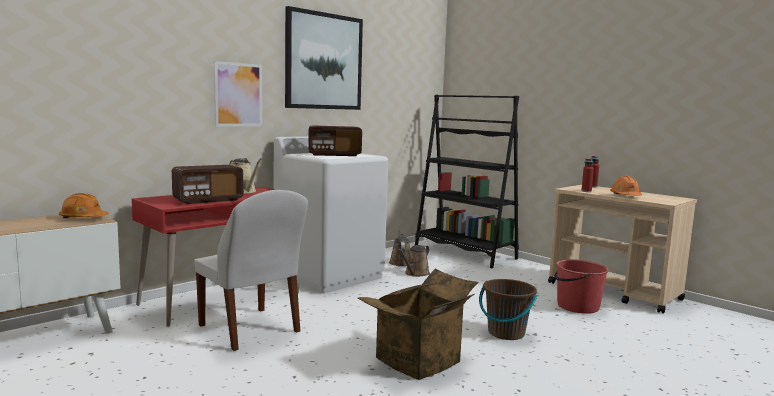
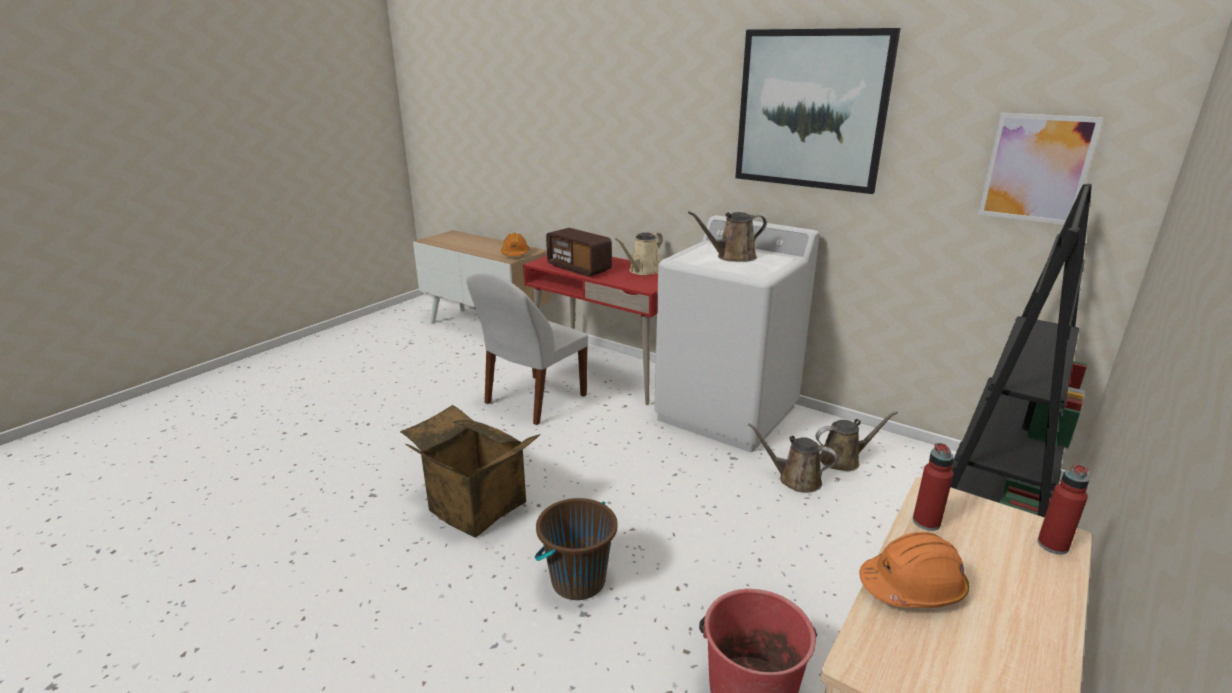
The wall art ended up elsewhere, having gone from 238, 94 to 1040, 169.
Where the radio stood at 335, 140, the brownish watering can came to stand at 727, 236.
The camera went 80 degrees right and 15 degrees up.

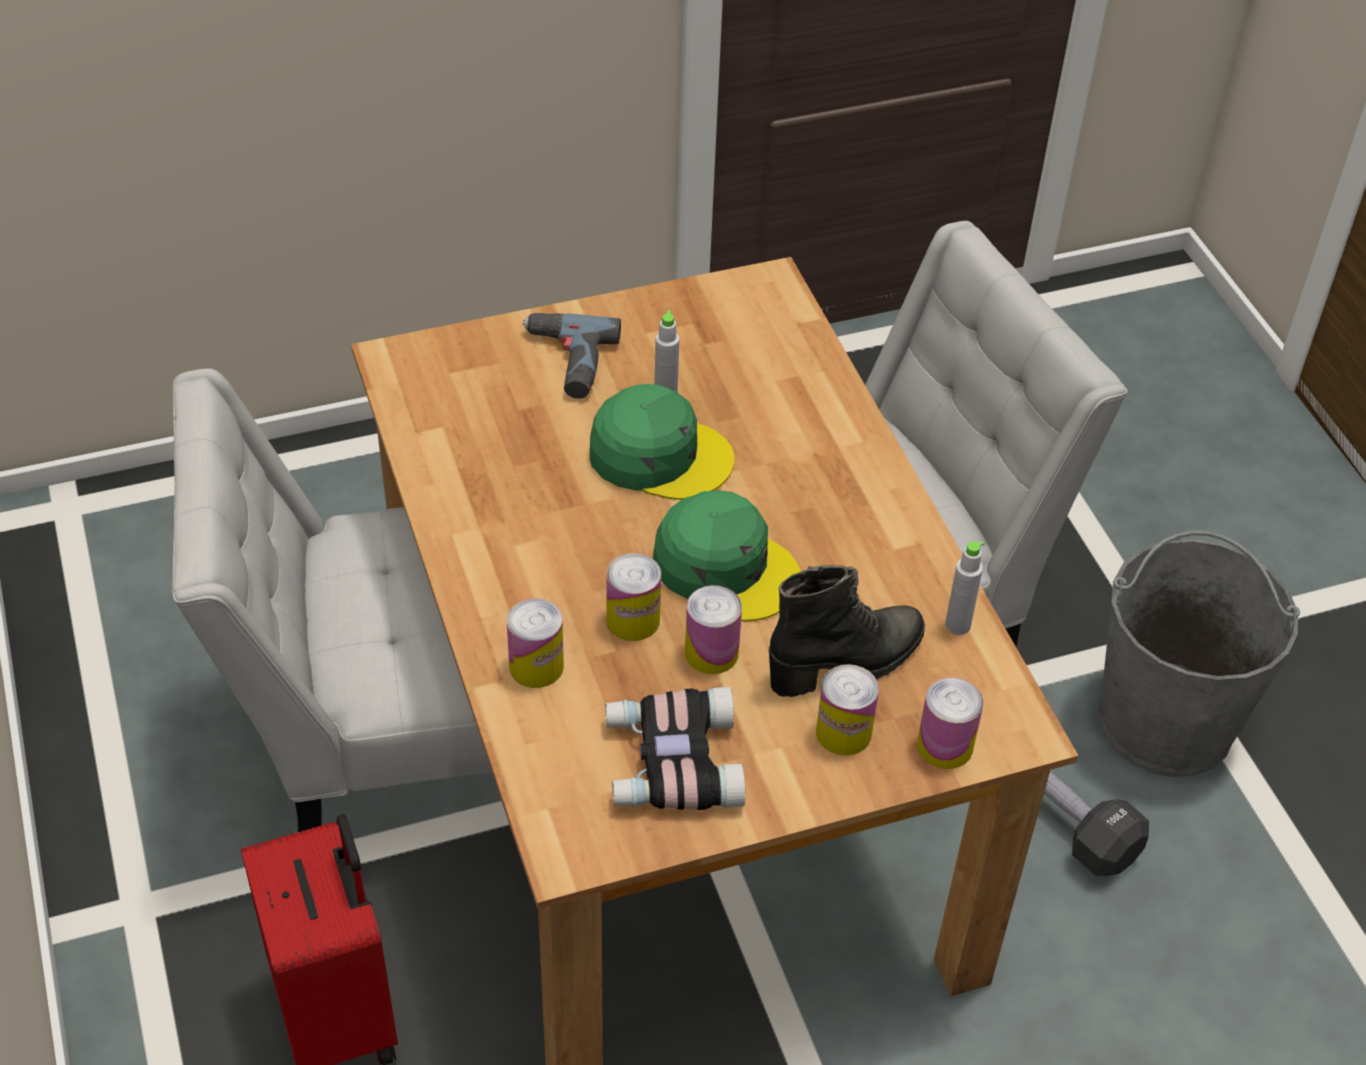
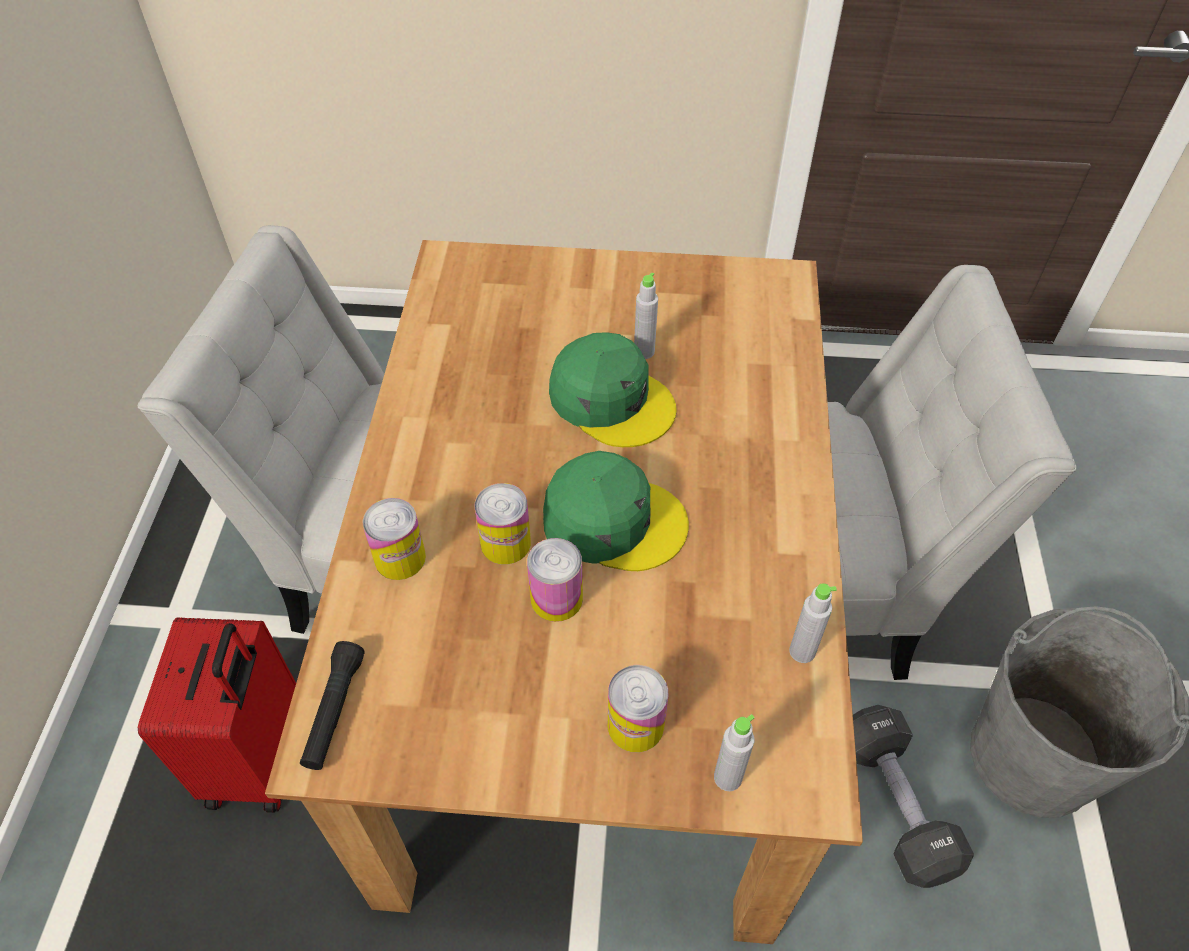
The second view lost the electric drill at 572, 356.
The second view lost the pair of binoculars at 675, 748.
The second view lost the blackish tall boot at 847, 631.
The second view gained the blackish torch at 332, 705.
Where the can stood at 950, 723, the gray bottle came to stand at 734, 752.
The green cap at 727, 555 ended up facing another way, 45 degrees counterclockwise from before.
The camera went 25 degrees right and 5 degrees up.

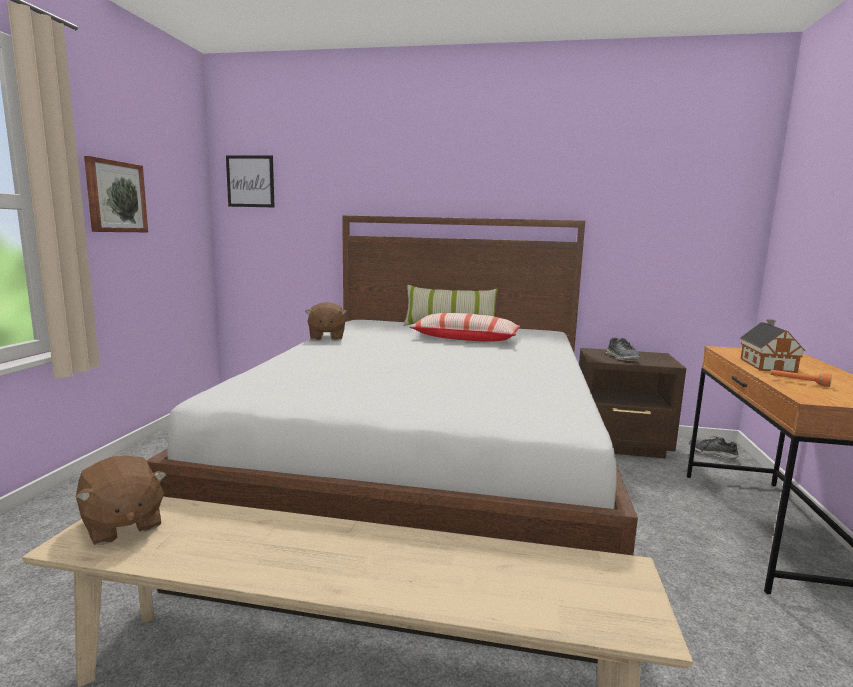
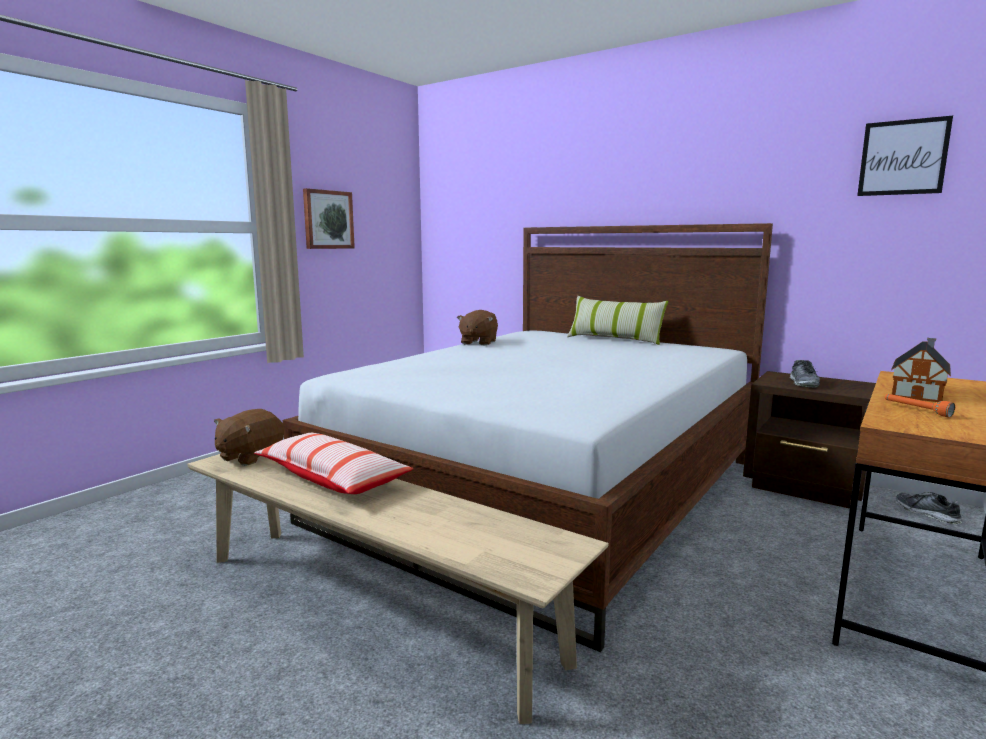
The wall art ended up elsewhere, having gone from 250, 181 to 905, 156.
The cushion ended up elsewhere, having gone from 465, 327 to 333, 463.
The brownish cuddly toy at 121, 500 ended up facing another way, 45 degrees clockwise from before.
The camera went 25 degrees right and 0 degrees up.

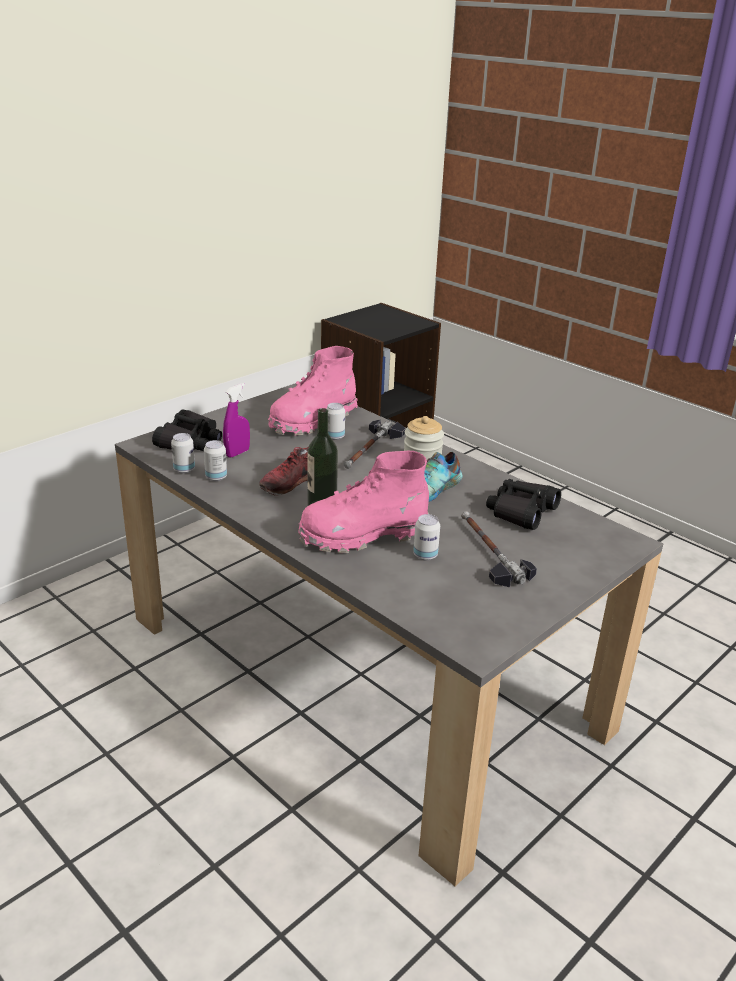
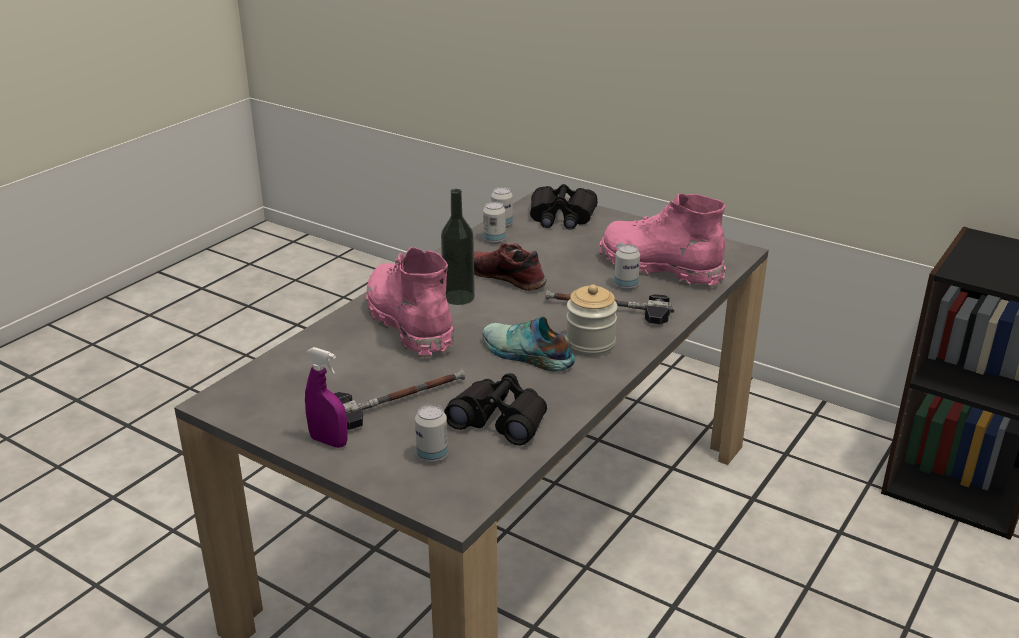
The purple sprayer ended up elsewhere, having gone from 236, 420 to 326, 397.
The can ended up elsewhere, having gone from 426, 537 to 431, 433.
The camera went 80 degrees right and 0 degrees up.

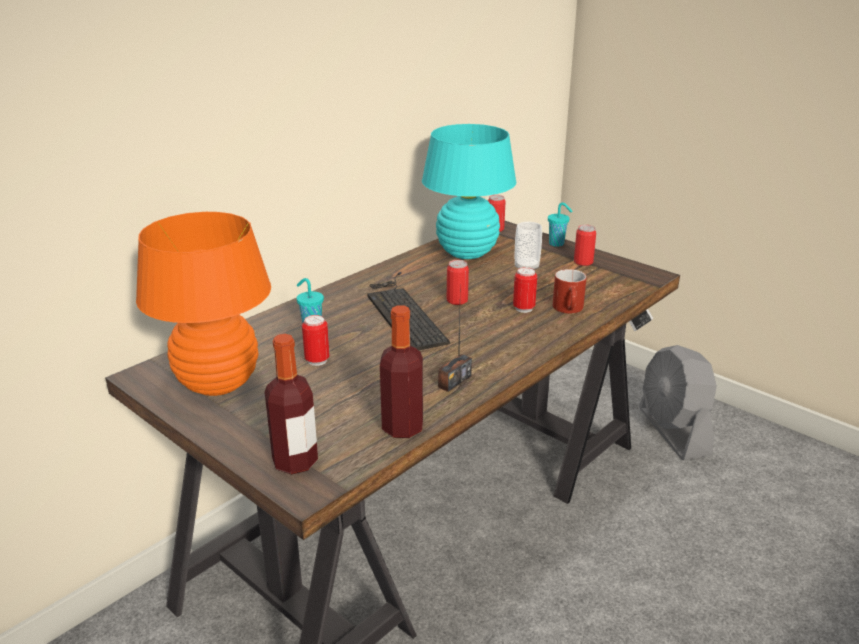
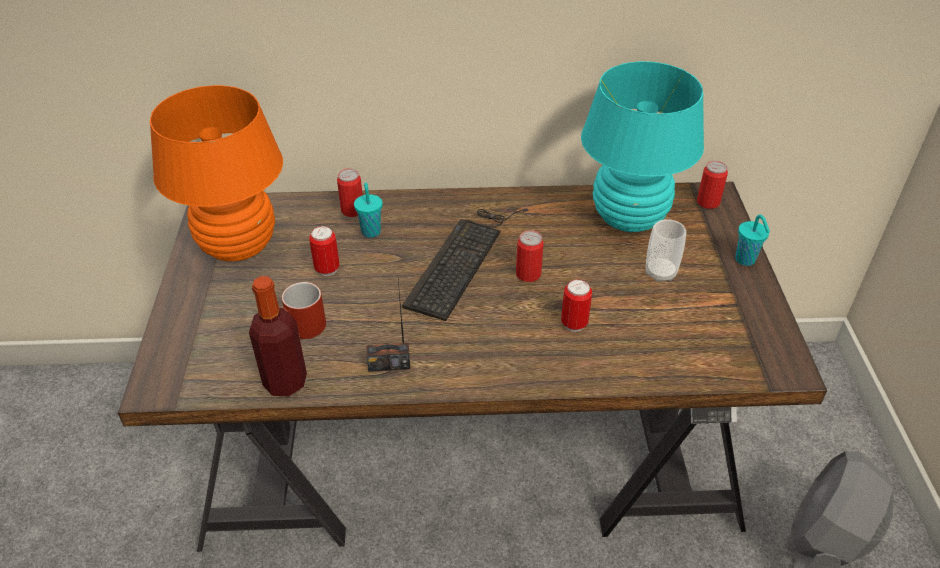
The second view lost the bottle at 291, 404.
The reddish mug ended up elsewhere, having gone from 570, 291 to 304, 310.
The can ended up elsewhere, having gone from 585, 245 to 350, 192.
The camera went 45 degrees right and 15 degrees up.

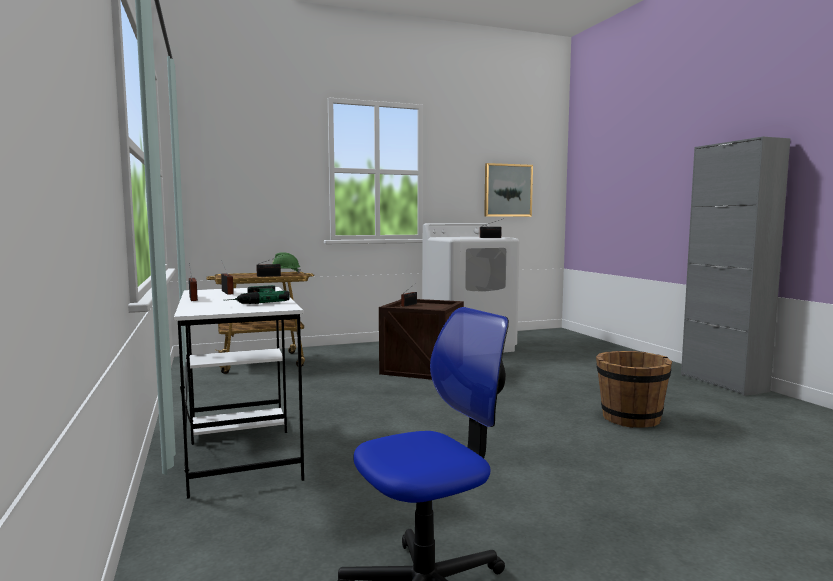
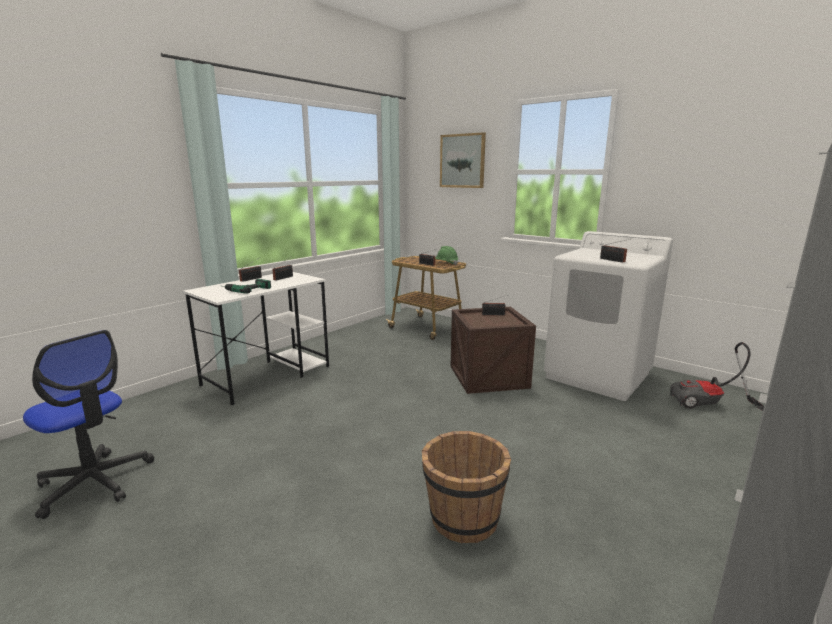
The second view gained the hoover at 717, 376.
The wall art ended up elsewhere, having gone from 508, 190 to 463, 160.
The camera went 60 degrees right and 10 degrees up.

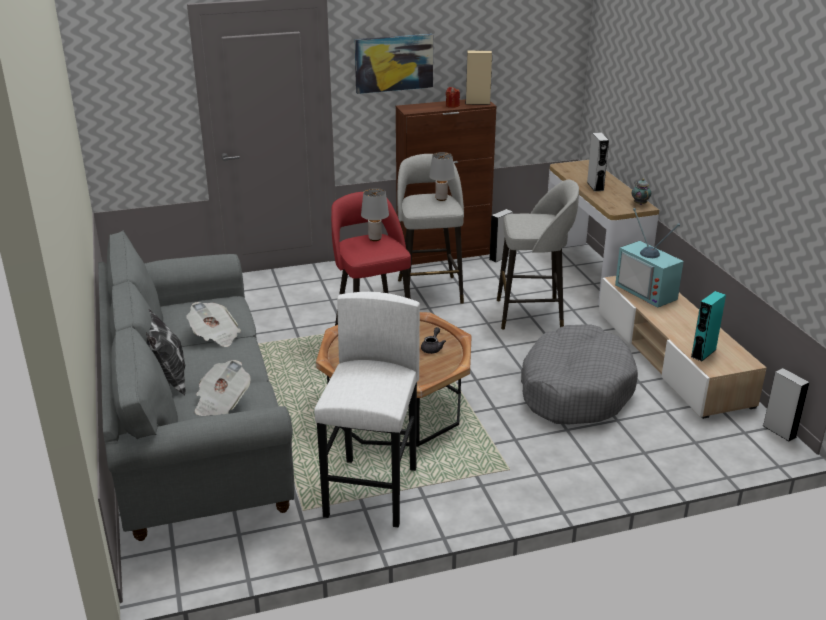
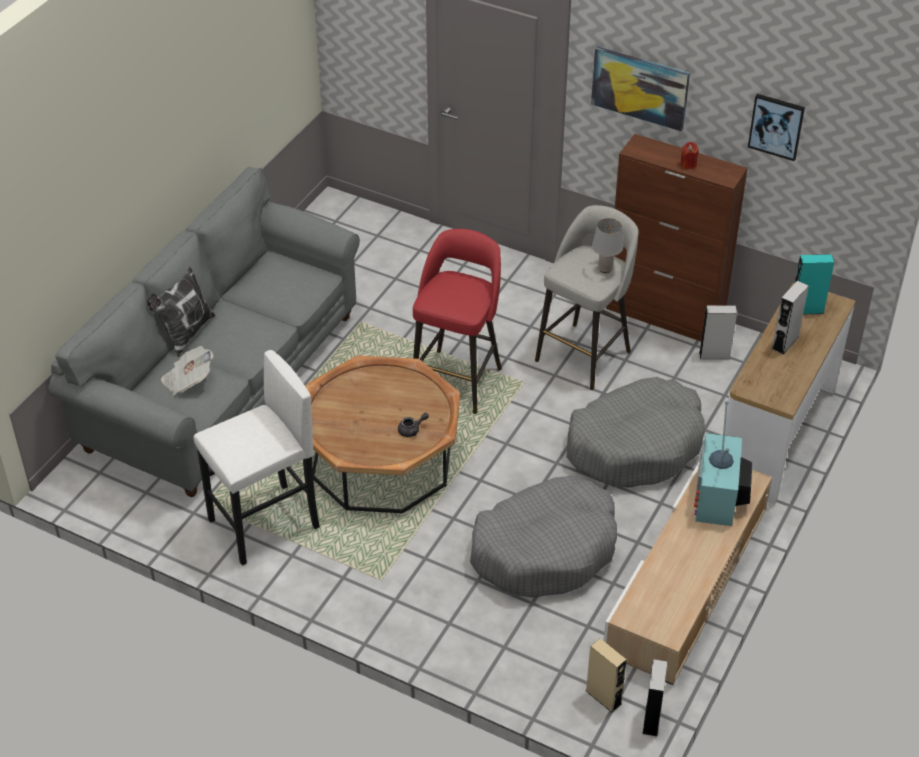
The second view lost the printed paper at 213, 324.
The second view lost the gray lamp for a table at 375, 214.
The second view lost the tea pot at 641, 191.
The second view gained the wall art at 776, 127.
The beige loudspeaker ended up elsewhere, having gone from 478, 78 to 606, 675.
The blue-green loudspeaker ended up elsewhere, having gone from 708, 326 to 814, 284.
Where the gray stool seat stood at 538, 255, the gray dog bed came to stand at 635, 432.
The camera went 45 degrees right and 15 degrees up.

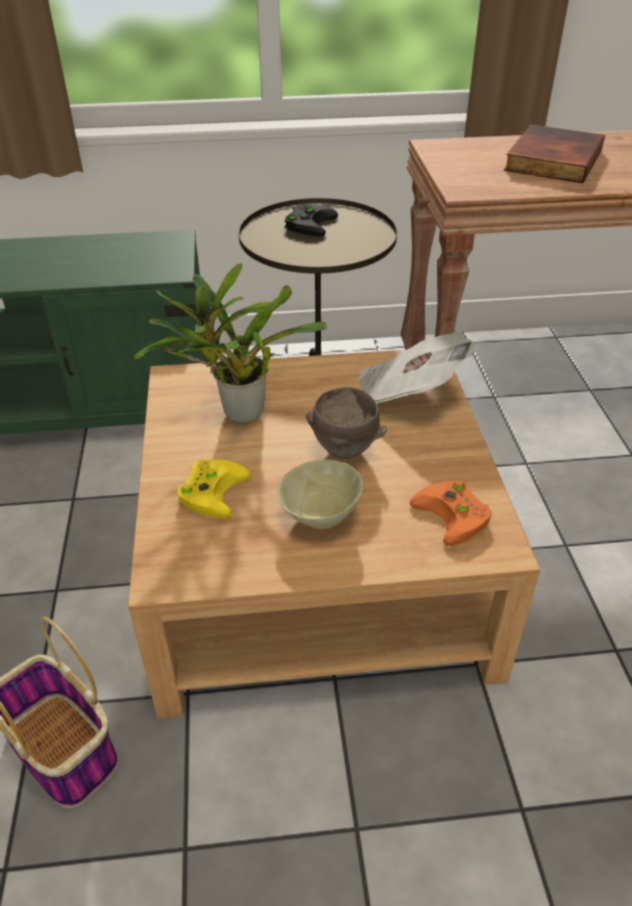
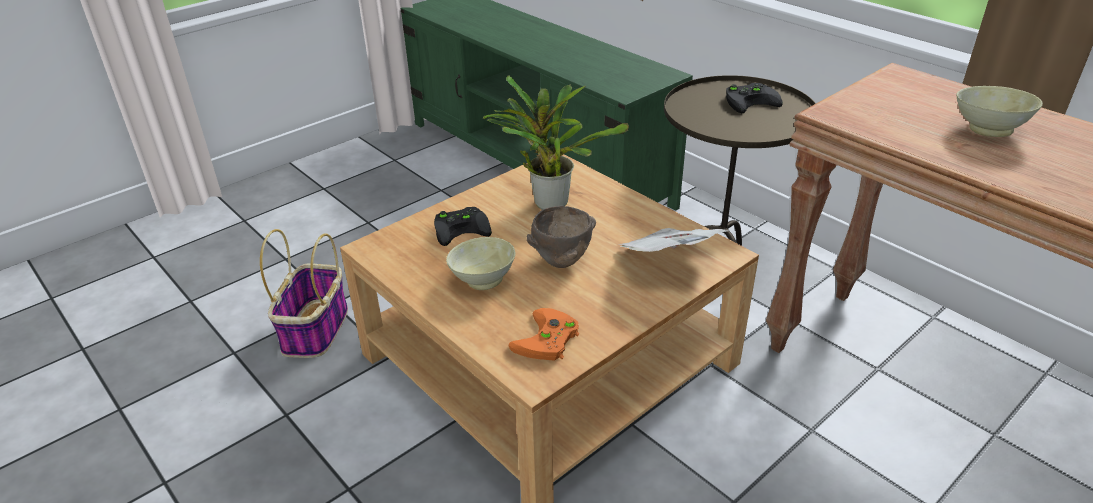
Where the volume stood at 554, 153, the beige bowl came to stand at 999, 111.
What was the yellow gamepad at 214, 489 turned into the blackish gamepad at 463, 226.
The camera went 55 degrees right and 5 degrees down.

